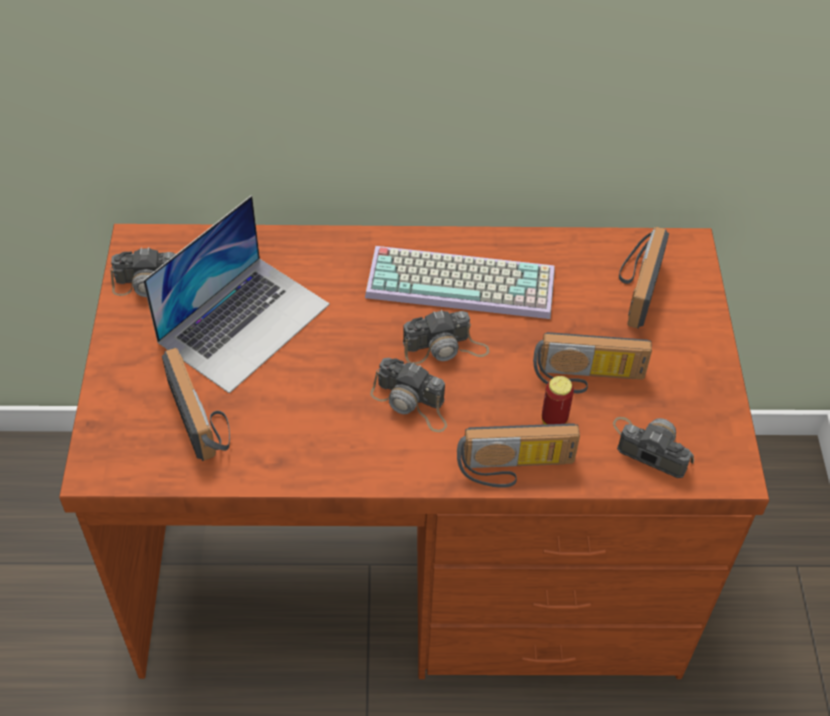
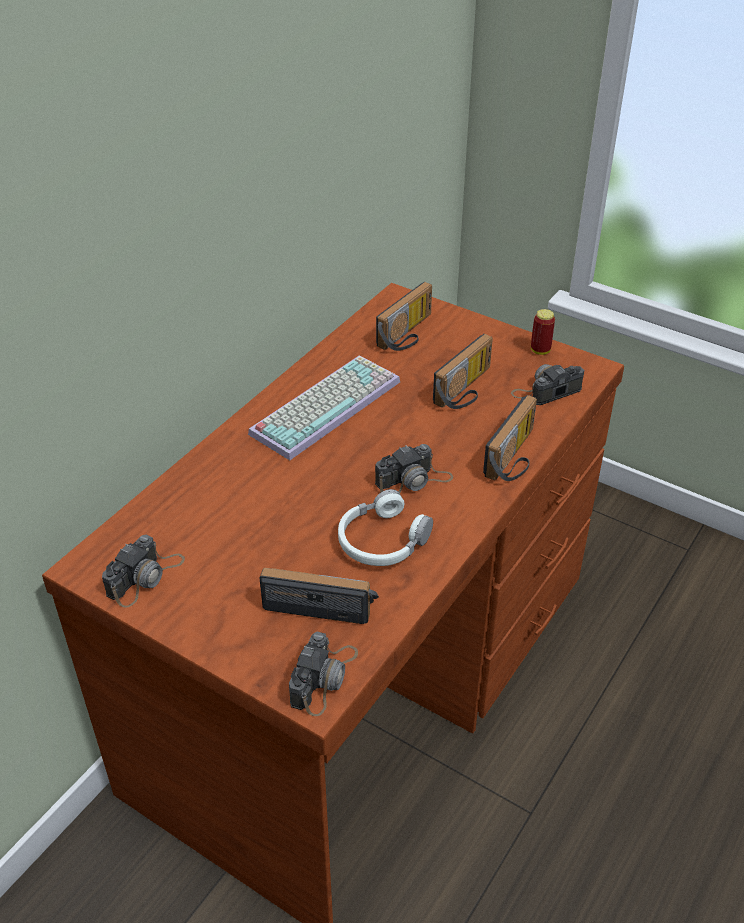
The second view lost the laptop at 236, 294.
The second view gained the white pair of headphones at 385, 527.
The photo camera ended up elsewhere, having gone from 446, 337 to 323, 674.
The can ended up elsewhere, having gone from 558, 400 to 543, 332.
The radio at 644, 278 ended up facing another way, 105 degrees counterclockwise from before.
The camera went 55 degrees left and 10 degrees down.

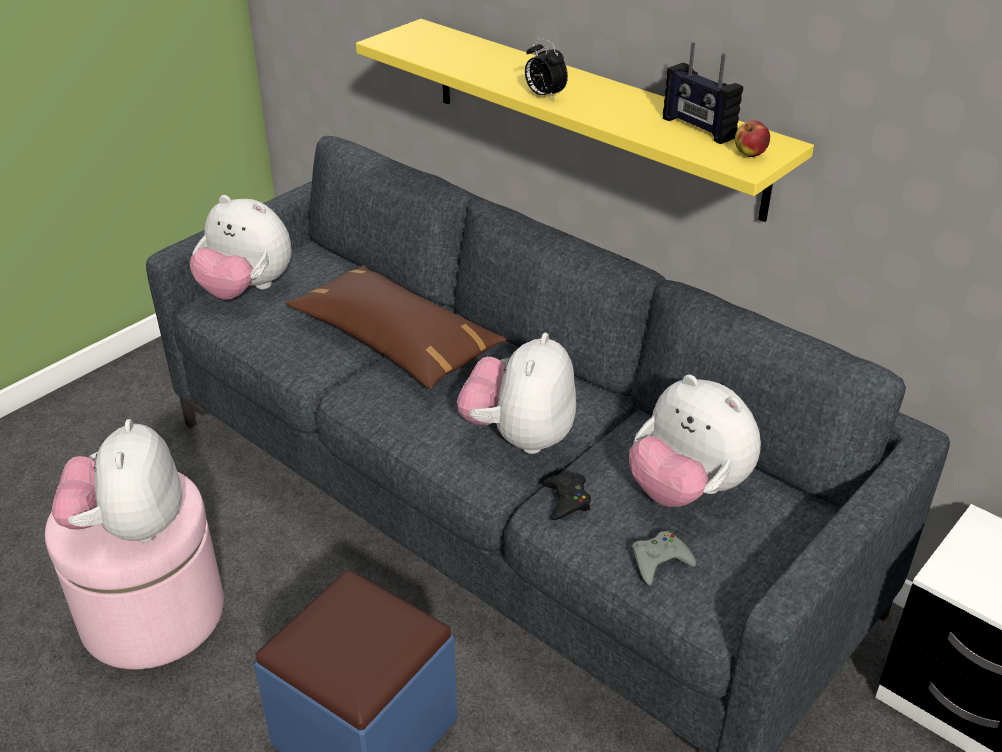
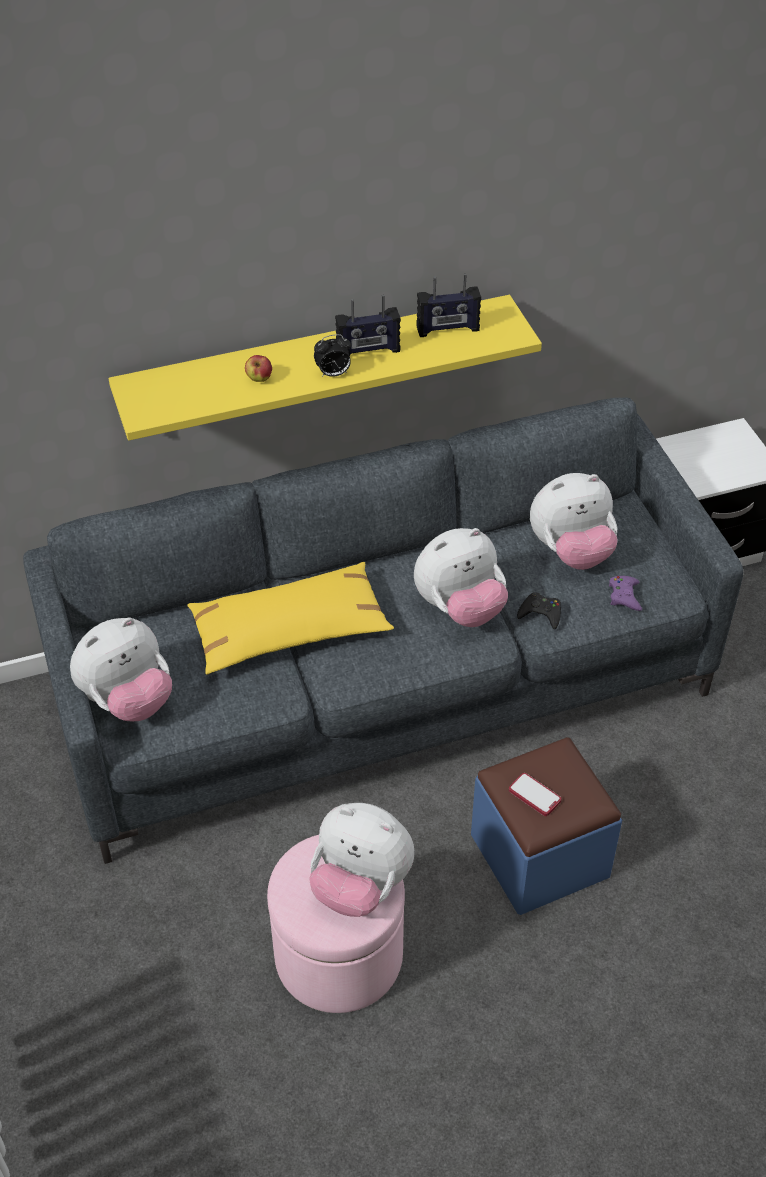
The second view gained the radio at 368, 324.
The second view gained the handset at 535, 794.
The apple fruit ended up elsewhere, having gone from 752, 139 to 258, 368.
What was the brownish cushion at 396, 327 turned into the yellow cushion at 291, 618.
What was the gray gamepad at 664, 558 turned into the purple gamepad at 625, 593.
The cuddly toy at 516, 393 ended up facing another way, 75 degrees counterclockwise from before.
The camera went 60 degrees left and 10 degrees up.

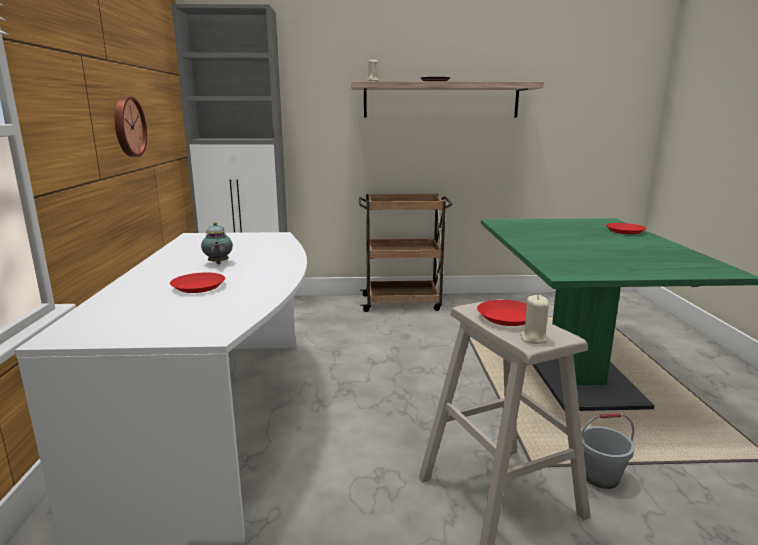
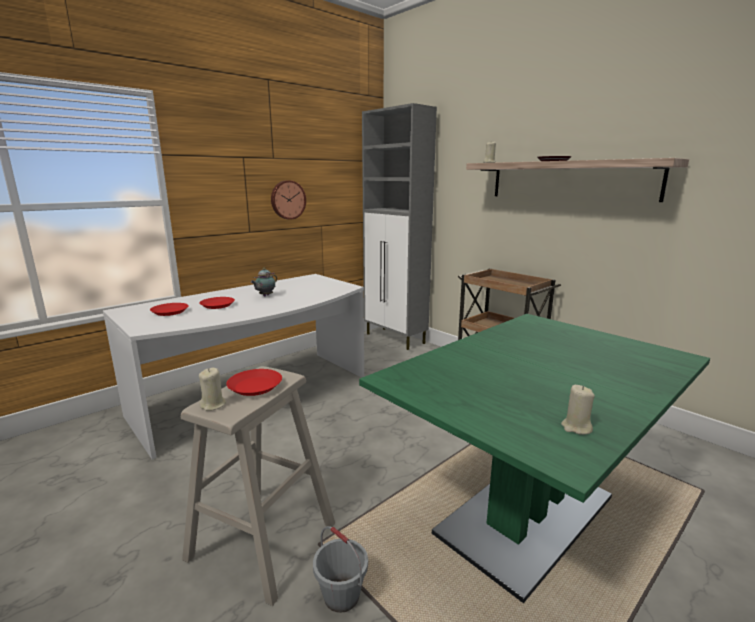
The second view gained the beige candle at 578, 410.
The reddish flat dish ended up elsewhere, having gone from 626, 228 to 169, 309.
The camera went 50 degrees right and 0 degrees up.

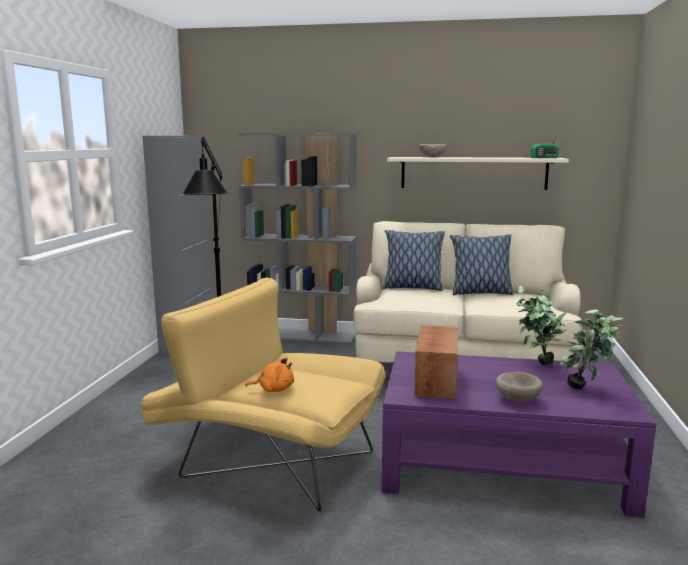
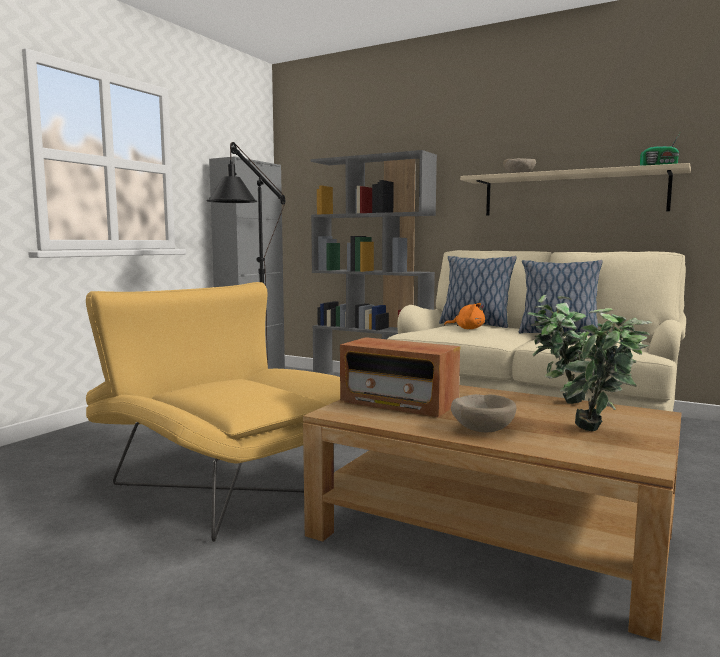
The orangey cuddly toy ended up elsewhere, having gone from 269, 374 to 464, 316.
What was the purple lounge table at 519, 434 turned into the brownish lounge table at 492, 513.
The radio at 436, 362 ended up facing another way, 90 degrees counterclockwise from before.
The camera went 20 degrees right and 5 degrees down.

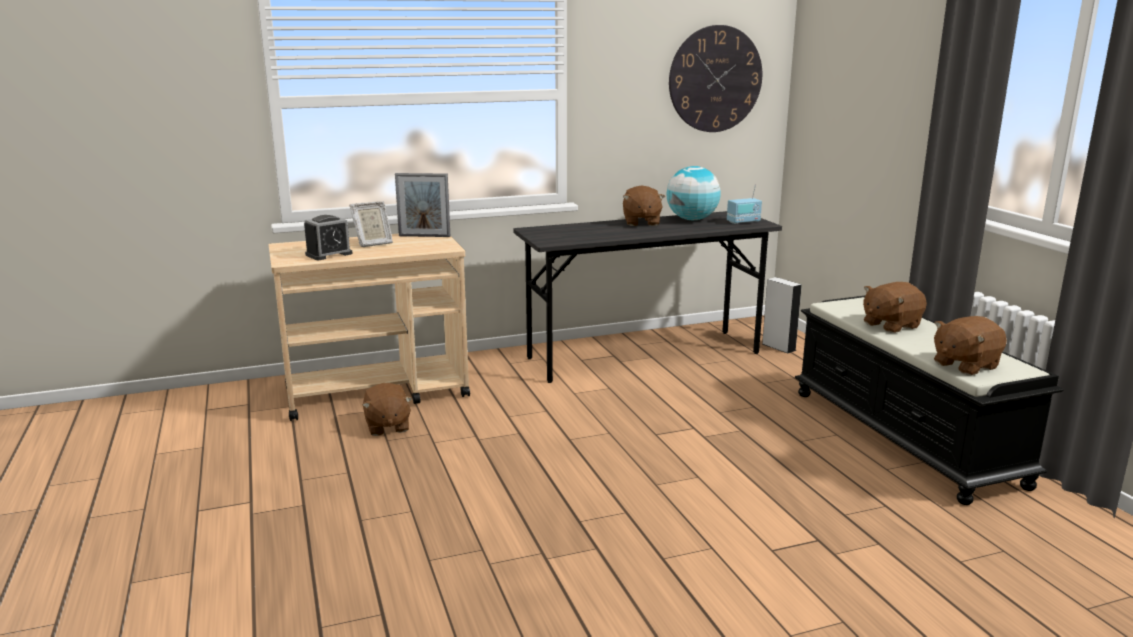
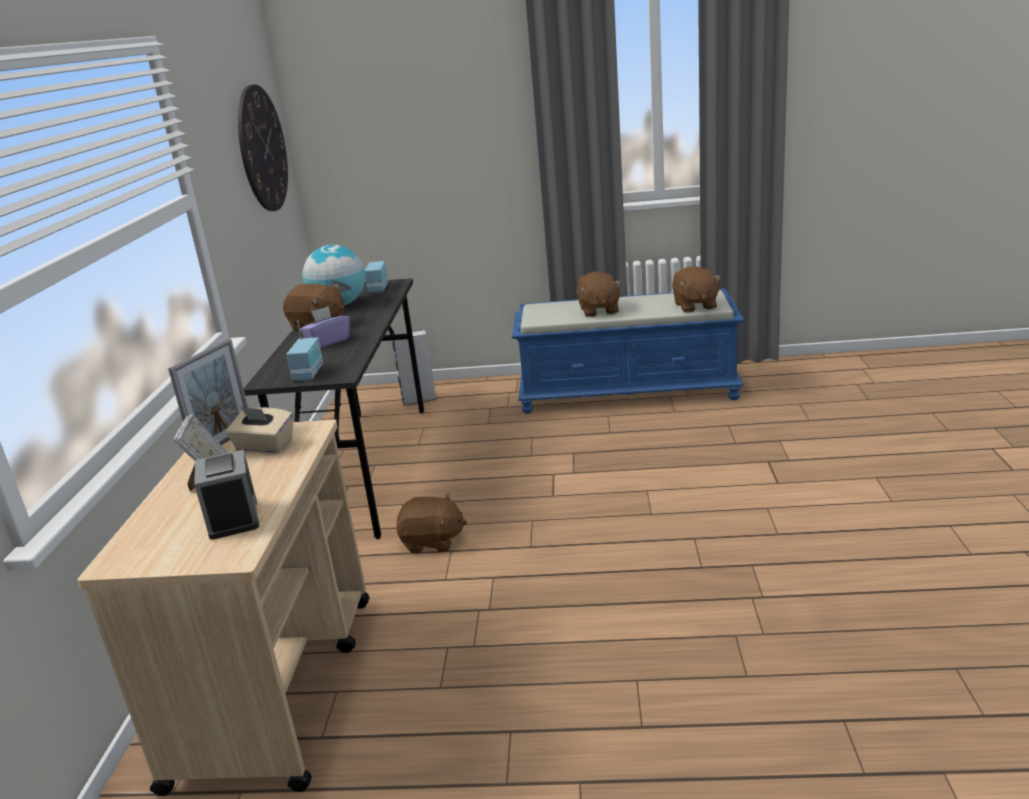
The second view gained the beige box of tissues at 259, 430.
The second view gained the radio at 304, 350.
The second view gained the purple box of tissues at 325, 327.
The brownish cuddly toy ended up elsewhere, having gone from 387, 409 to 431, 523.
What was the blackish indoor bench at 929, 400 turned into the bluish indoor bench at 628, 351.
The camera went 65 degrees left and 5 degrees up.

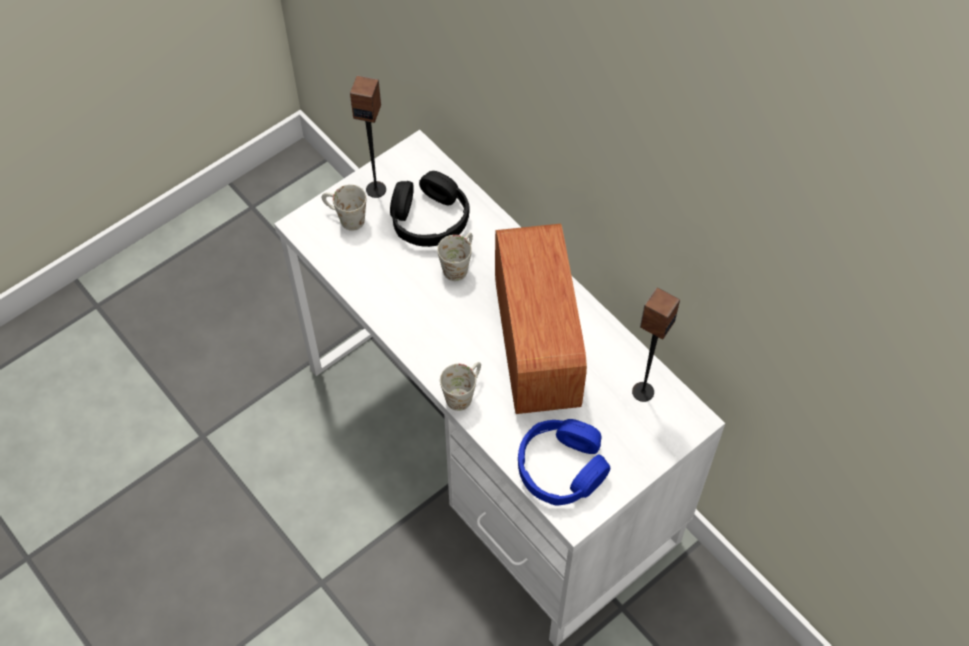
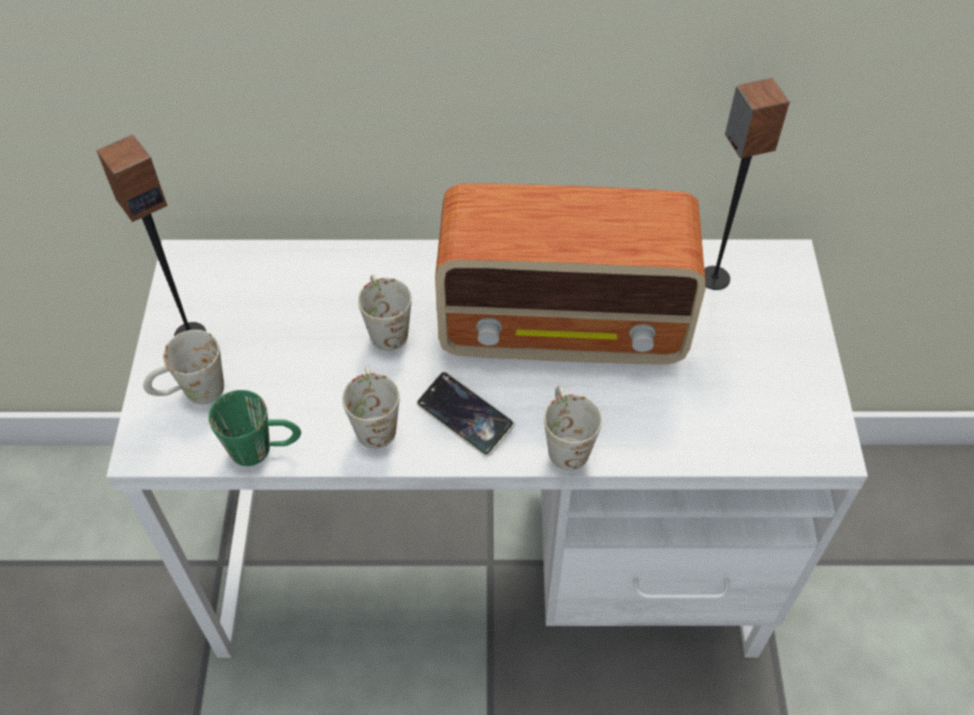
The second view lost the blackish pair of headphones at 430, 209.
The second view lost the bluish pair of headphones at 564, 462.
The second view gained the green mug at 255, 428.
The second view gained the white mug at 371, 407.
The second view gained the handset at 465, 414.
The radio at 541, 319 ended up facing another way, 150 degrees clockwise from before.
The camera went 50 degrees left and 5 degrees down.

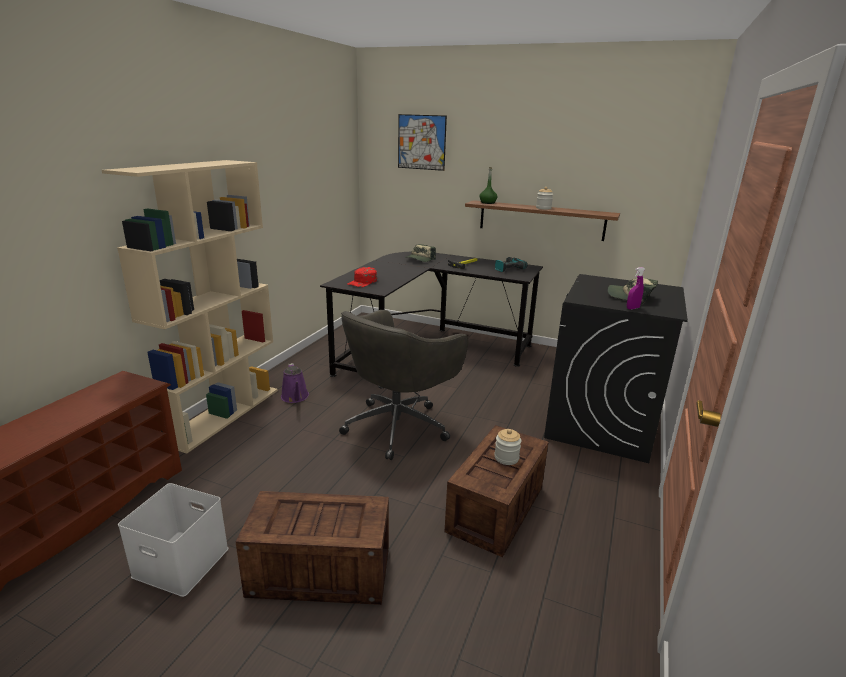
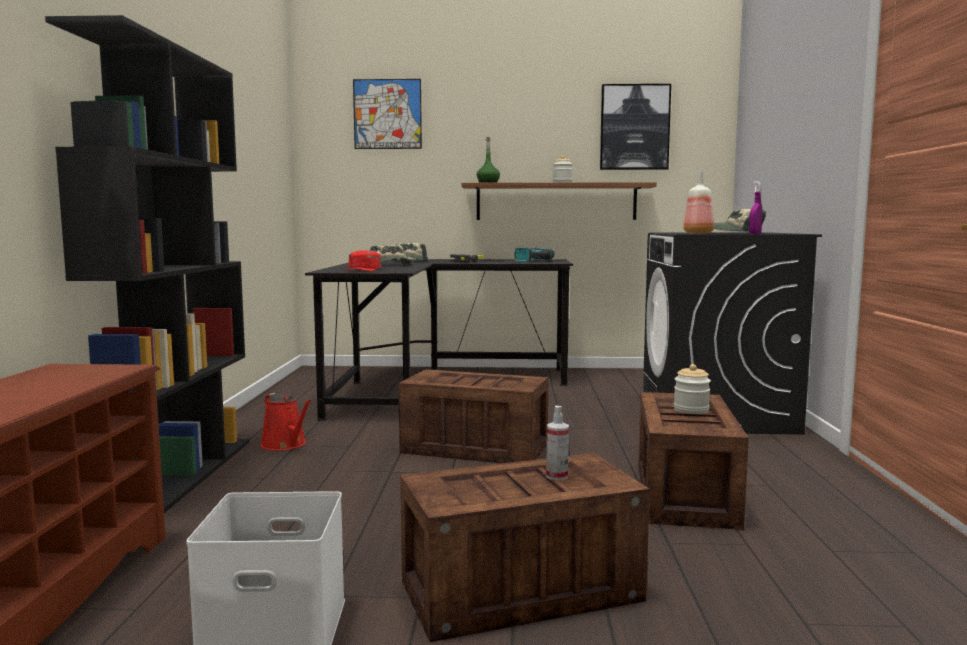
The second view gained the cap at 392, 254.
The second view gained the sprayer at 557, 442.
The second view gained the wall art at 635, 127.
The second view gained the bottle at 698, 202.
Where the gray office chair stood at 404, 385, the crate came to stand at 473, 416.
What was the beige shelving unit at 190, 307 turned into the blackish shelving unit at 147, 264.
What was the purple watering can at 295, 383 turned into the reddish watering can at 286, 422.
The camera went 20 degrees left and 15 degrees down.

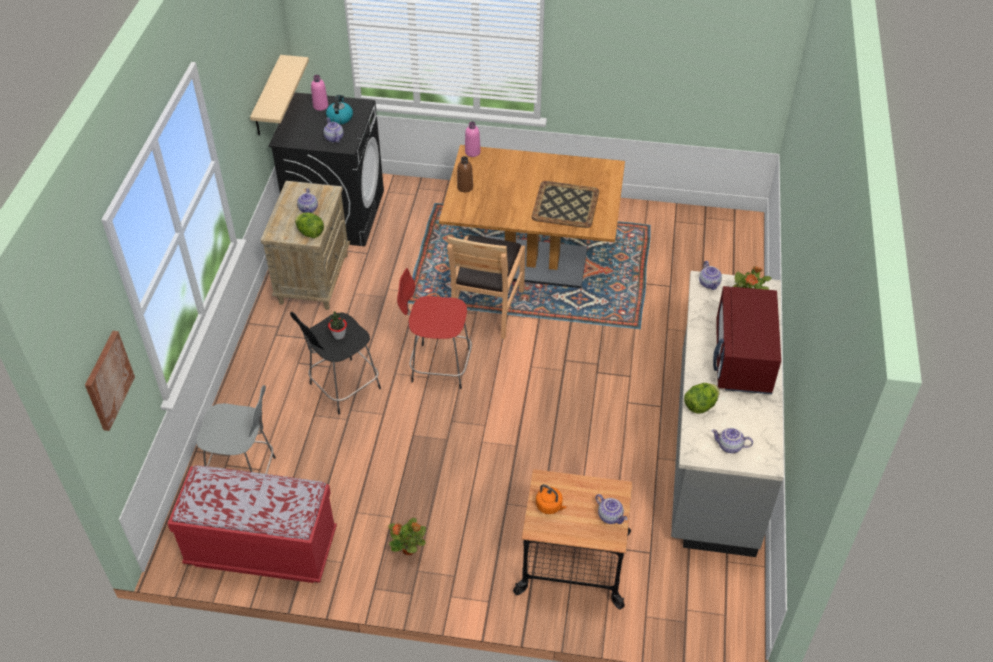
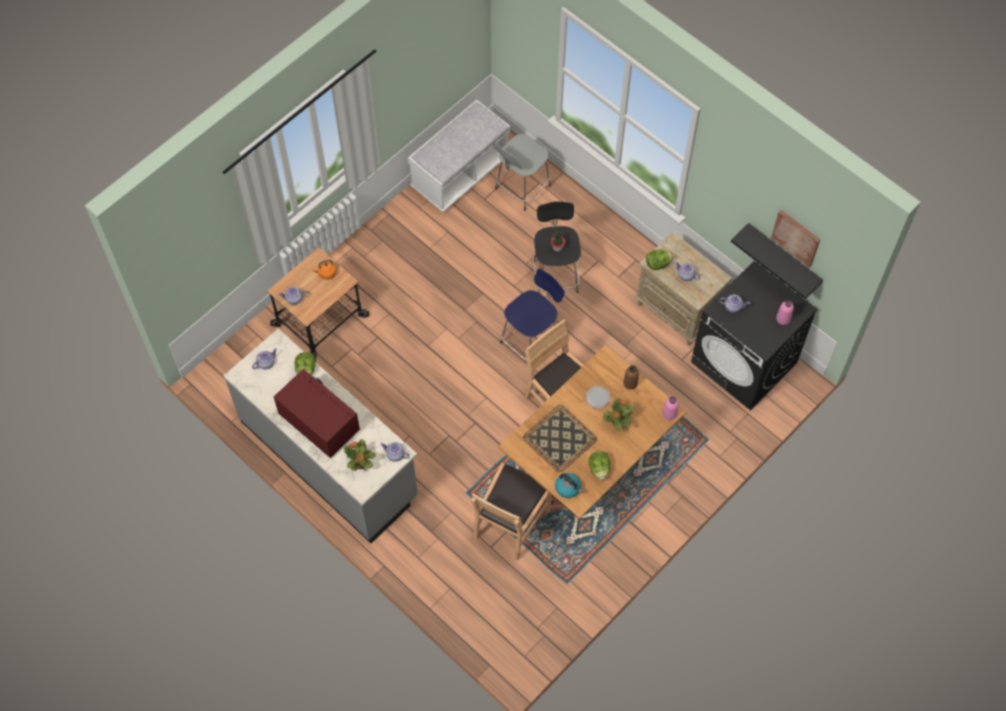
The second view gained the brownish plain chair at 511, 512.
The second view gained the flat dish at 598, 397.
The second view gained the lettuce head at 600, 465.
The wall art ended up elsewhere, having gone from 110, 381 to 795, 238.
The tea kettle ended up elsewhere, having gone from 339, 110 to 568, 485.
The plant in a pot ended up elsewhere, having gone from 407, 536 to 619, 414.
What was the reddish indoor bench at 252, 524 turned into the white indoor bench at 459, 156.
What was the beige bracket shelf at 279, 95 turned into the blackish bracket shelf at 777, 261.
What was the reddish stool seat at 434, 328 turned into the bluish stool seat at 532, 315.
The camera went 125 degrees right and 15 degrees up.

